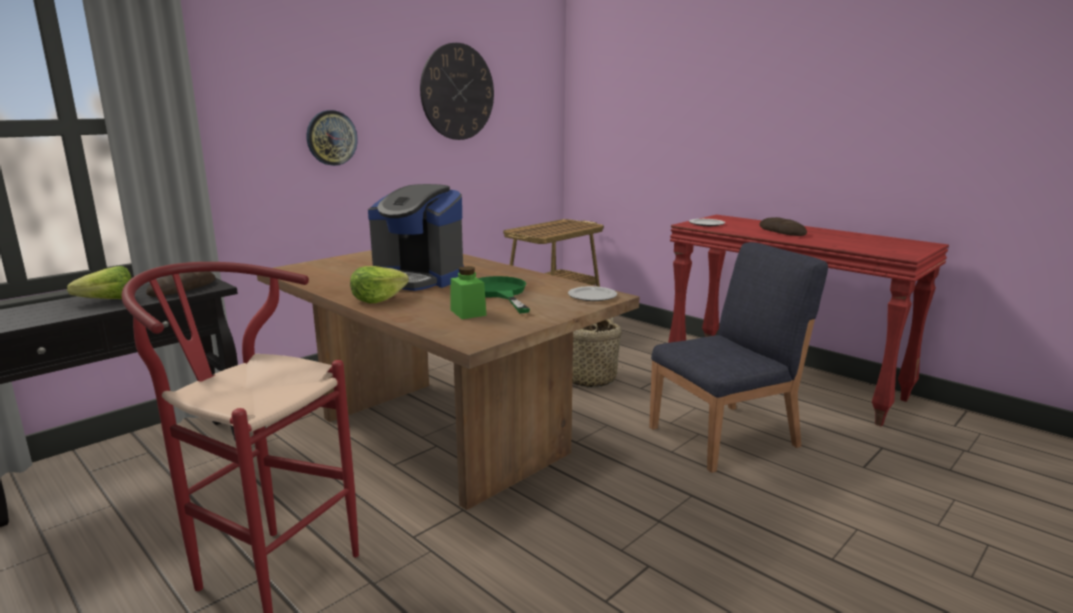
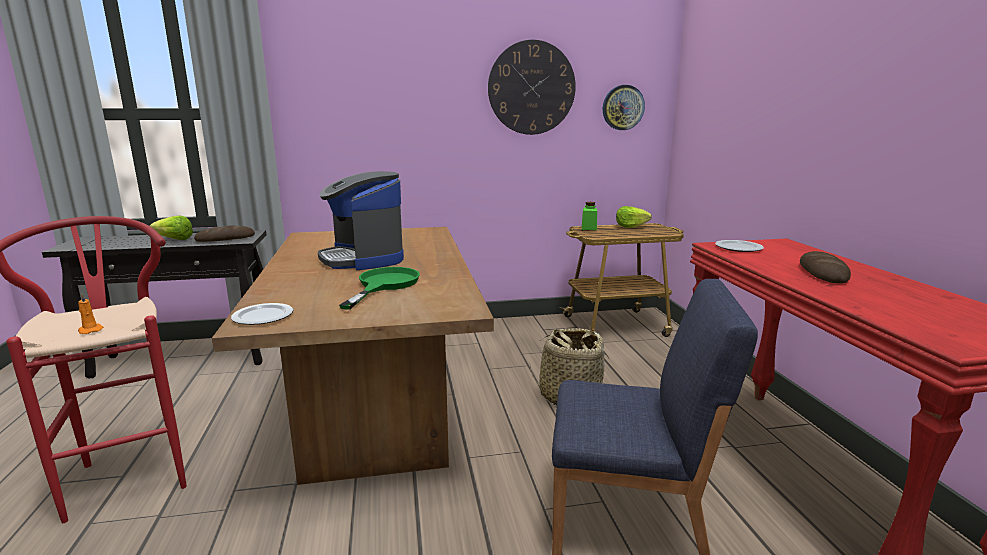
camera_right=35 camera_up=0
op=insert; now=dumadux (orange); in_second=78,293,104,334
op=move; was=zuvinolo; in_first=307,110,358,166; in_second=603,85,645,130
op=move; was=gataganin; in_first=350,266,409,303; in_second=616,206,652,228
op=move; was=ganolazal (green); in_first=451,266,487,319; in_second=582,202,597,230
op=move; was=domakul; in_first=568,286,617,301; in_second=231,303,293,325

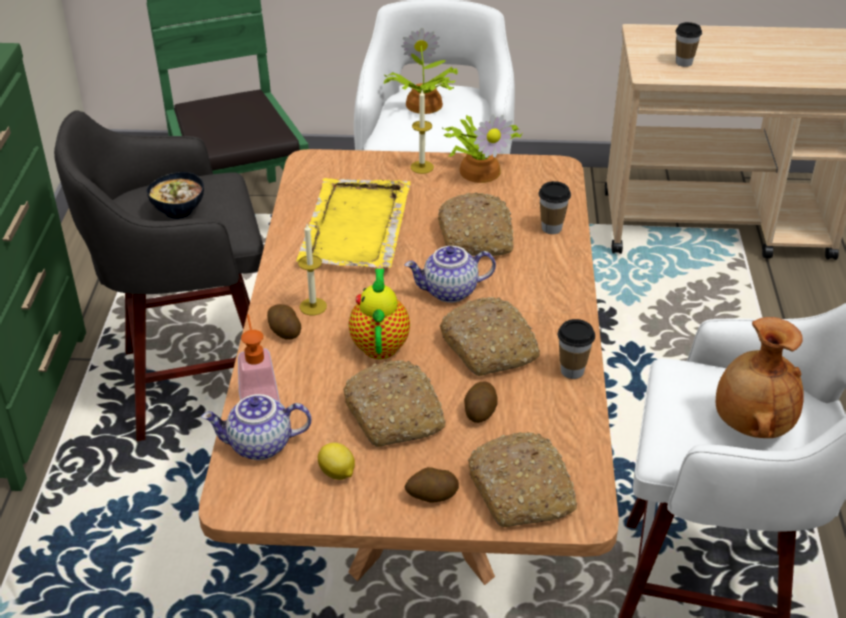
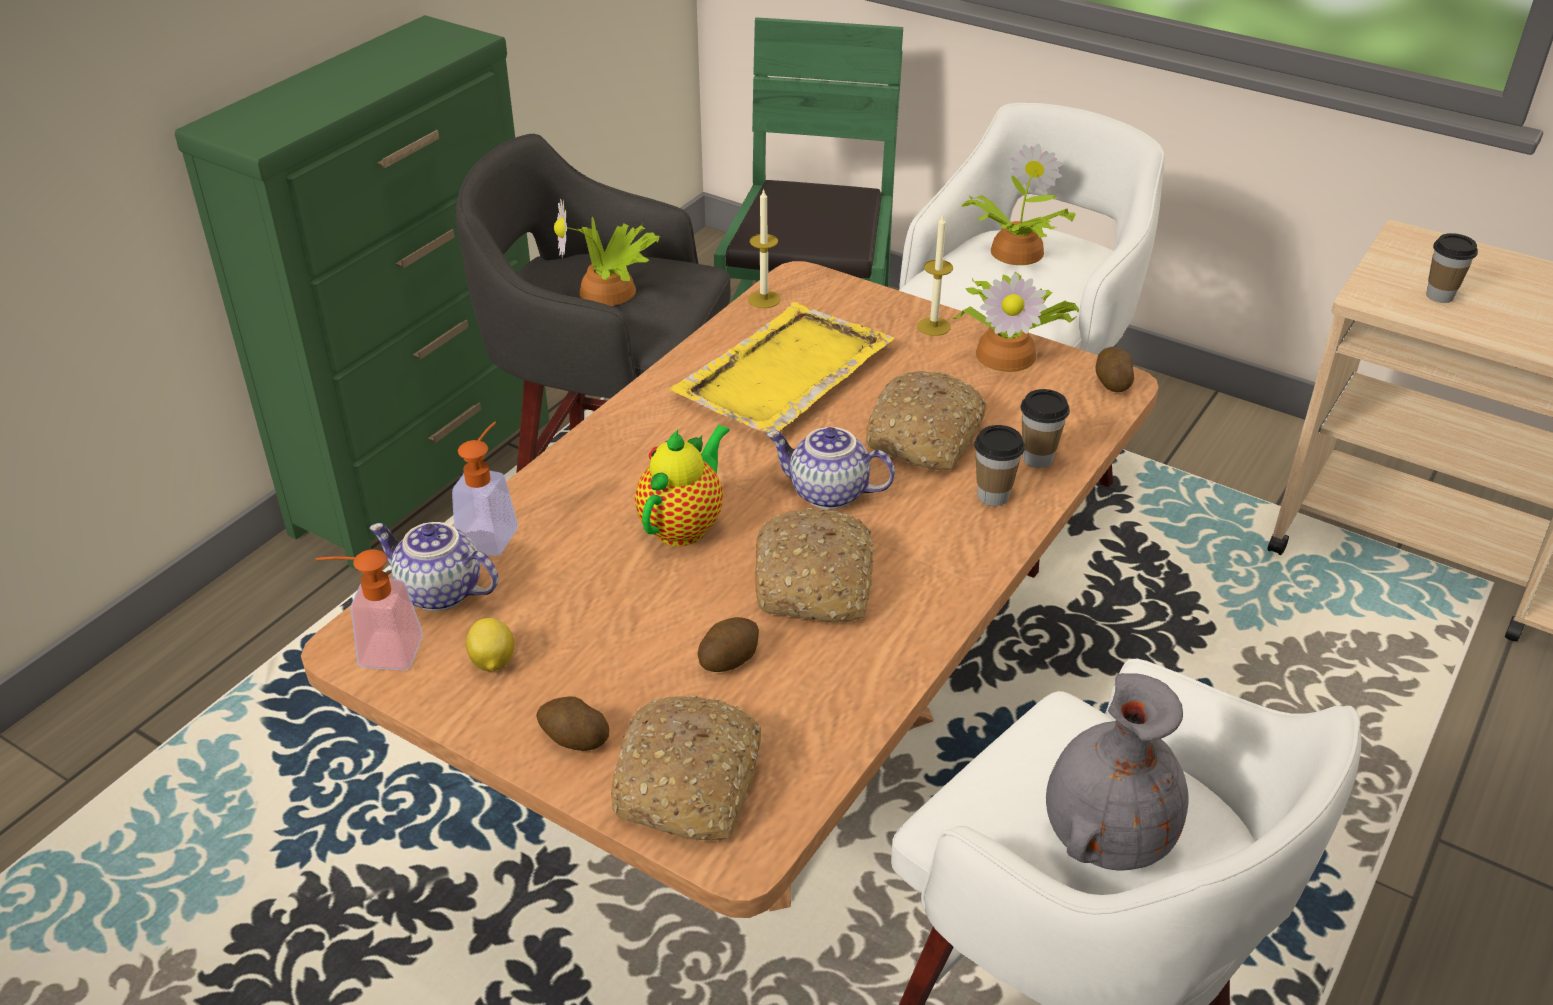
camera_right=30 camera_up=0
op=delete; was=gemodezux; in_first=343,360,446,447
op=insert; now=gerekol; in_second=316,549,423,670
op=move; was=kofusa; in_first=267,304,301,340; in_second=1096,347,1134,392
op=move; was=dumadux; in_first=298,224,327,315; in_second=748,188,781,308
op=move; was=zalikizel; in_first=558,319,595,379; in_second=974,425,1025,506
op=replace; was=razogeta; now=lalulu; in_first=147,172,204,219; in_second=554,198,660,306
op=recolor; was=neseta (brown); now=neseta (grey); in_first=716,317,804,438; in_second=1046,673,1189,870

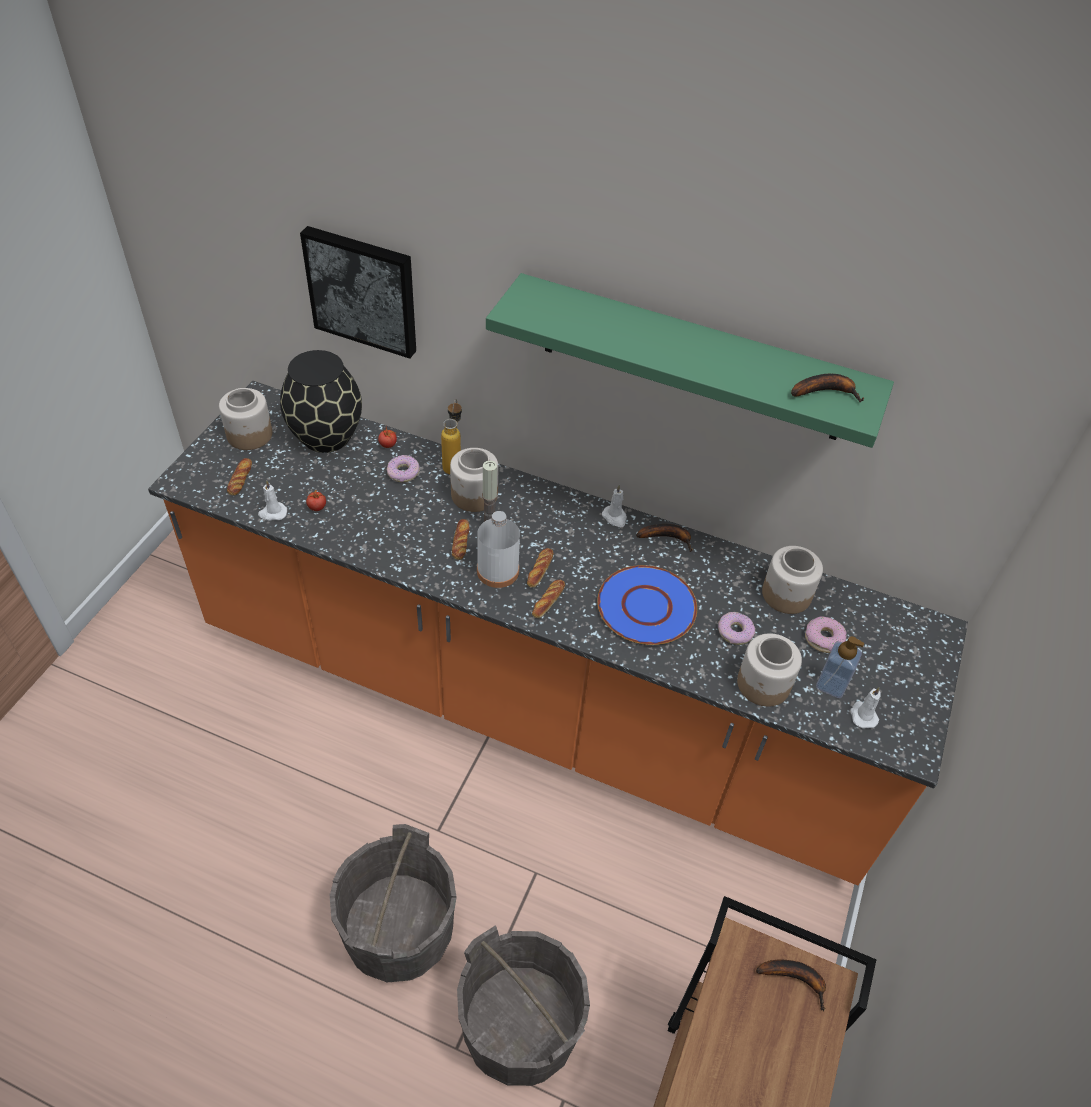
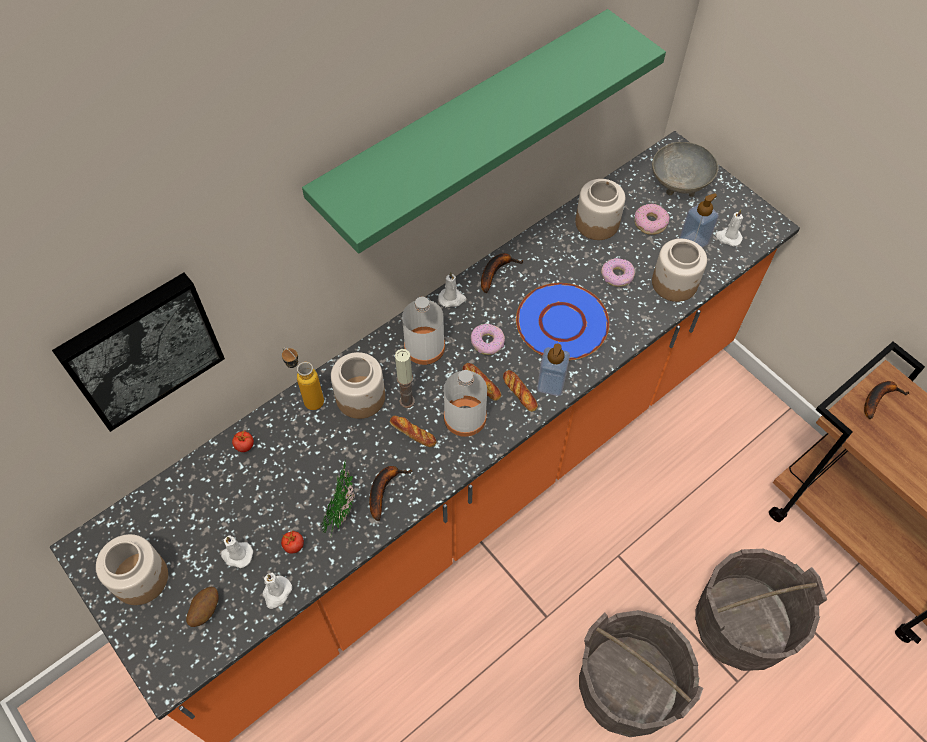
camera_right=-60 camera_up=10
op=delete; was=neseta (black); in_first=280,350,362,453
op=insert; now=dumadux (white); in_second=221,535,253,568
op=insert; now=lalulu; in_second=321,457,355,534
op=insert; now=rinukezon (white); in_second=402,297,445,365
op=insert; now=gerekol; in_second=537,343,570,396
op=insert; now=razogeta (grey); in_second=652,142,719,197
op=move; was=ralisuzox; in_first=387,455,420,482; in_second=471,324,505,355
op=move; was=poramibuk; in_first=791,374,864,402; in_second=369,466,413,521
op=replace; was=gemodezux; now=kofusa; in_first=227,458,252,495; in_second=186,587,219,627

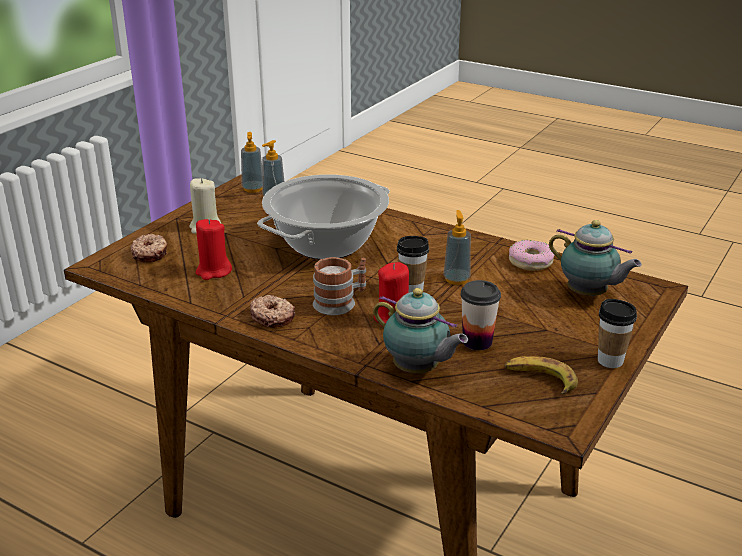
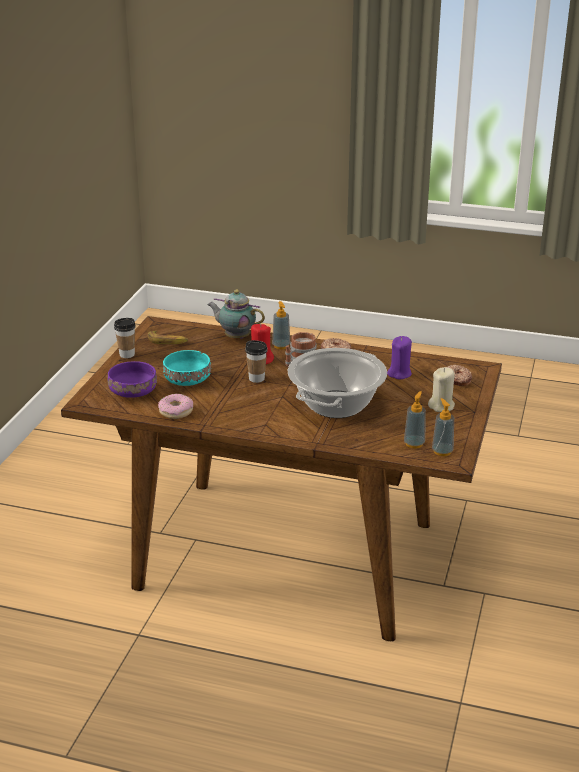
camera_right=165 camera_up=0
op=delete; was=zalikizel; in_first=460,280,501,350
op=insert; now=razogeta (turquoise); in_second=163,350,211,386
op=move; was=gerekol; in_first=443,210,471,285; in_second=272,301,290,349
op=replace; was=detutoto; now=razogeta (purple); in_first=549,220,642,296; in_second=108,361,157,398
op=recolor; was=dumadux (red); now=dumadux (purple); in_first=196,219,232,280; in_second=387,336,412,379

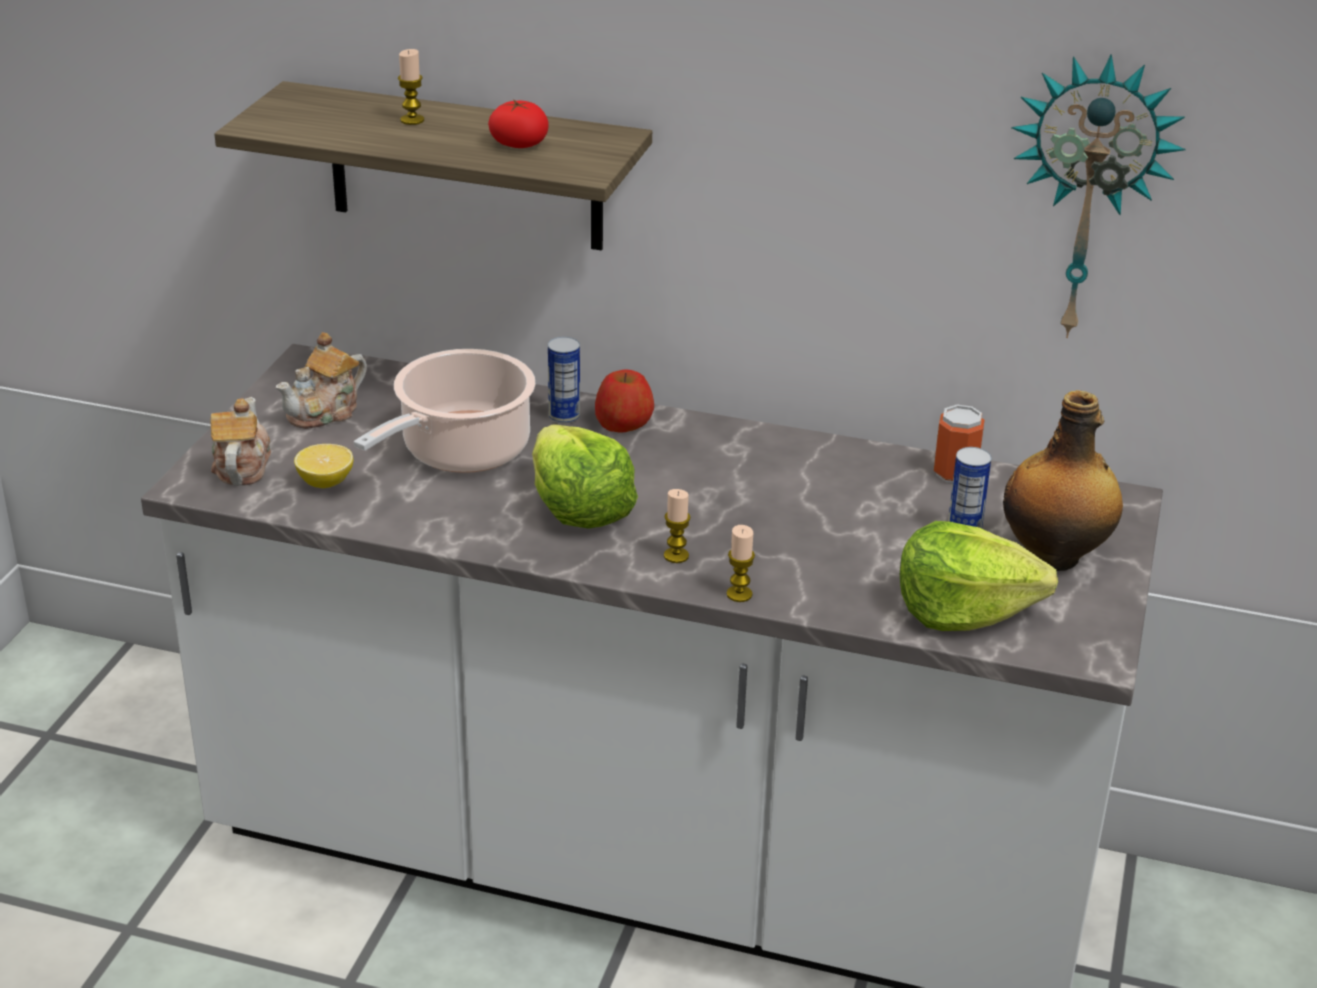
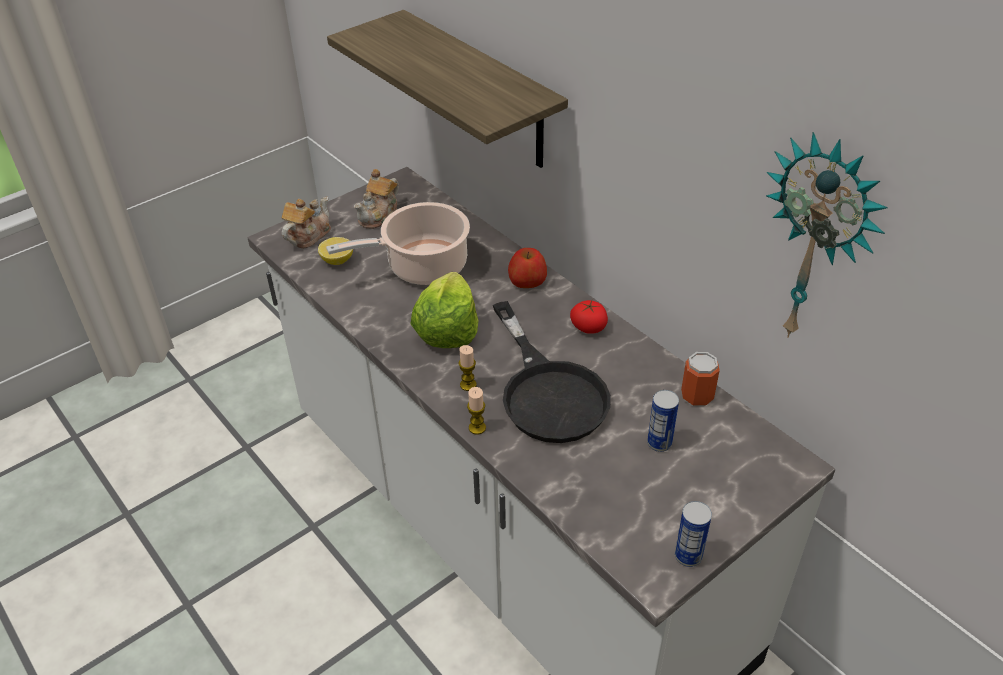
camera_right=35 camera_up=10
op=delete; was=dumadux; in_first=398,49,424,125
op=delete; was=gataganin; in_first=900,521,1058,631
op=delete; was=rinukezon; in_first=1003,390,1123,571
op=insert; now=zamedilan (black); in_second=493,301,611,443
op=move; was=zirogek; in_first=488,99,548,148; in_second=570,300,608,334
op=move; was=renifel; in_first=548,337,580,424; in_second=675,501,712,567
op=rotate; was=detutoto; in_first=276,332,367,429; in_second=354,169,399,229; clockwise=-45

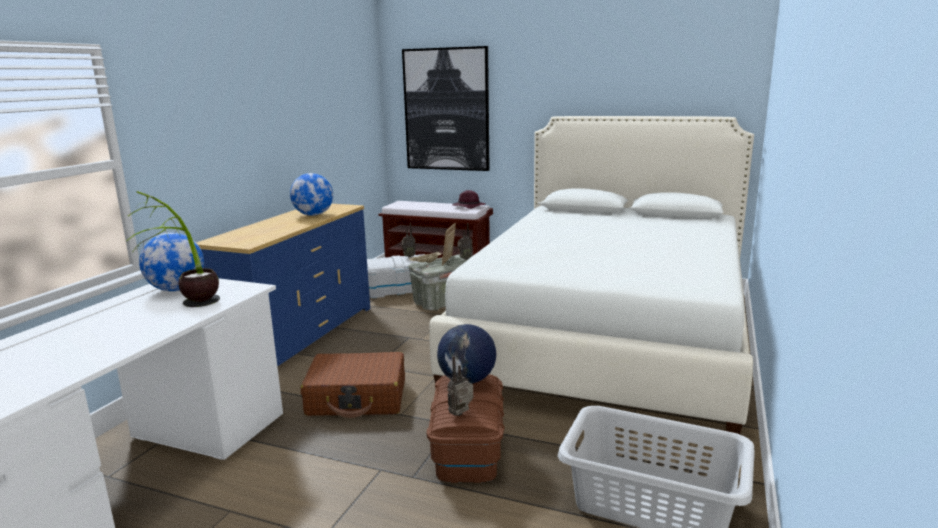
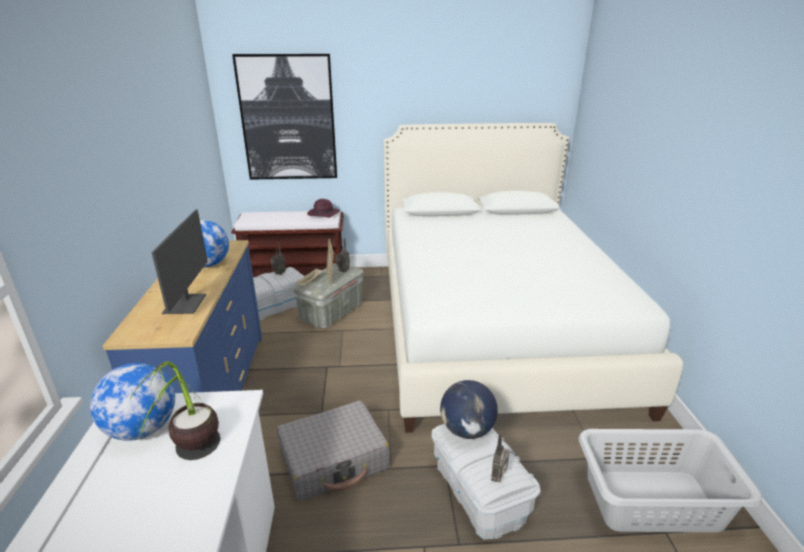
camera_right=-25 camera_up=10
op=insert; now=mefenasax; in_second=151,209,208,314
op=recolor; was=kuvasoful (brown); now=kuvasoful (grey); in_first=301,352,405,418; in_second=276,401,390,501
op=recolor; was=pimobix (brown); now=pimobix (white); in_first=427,374,505,483; in_second=432,424,541,540

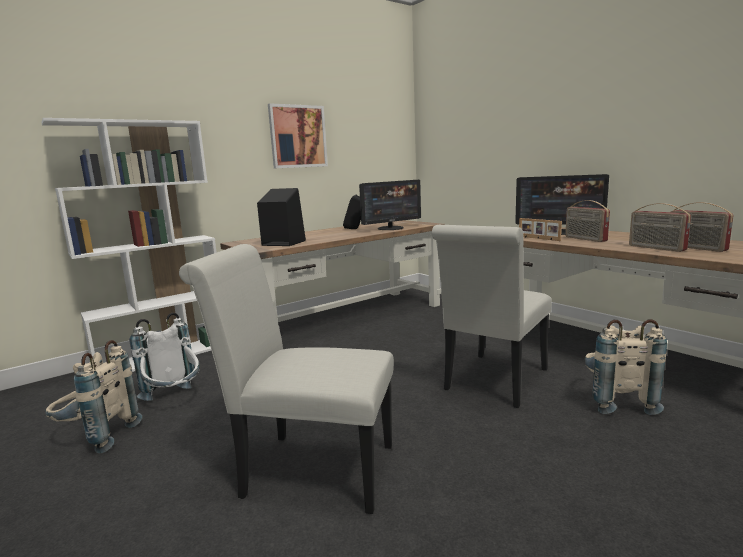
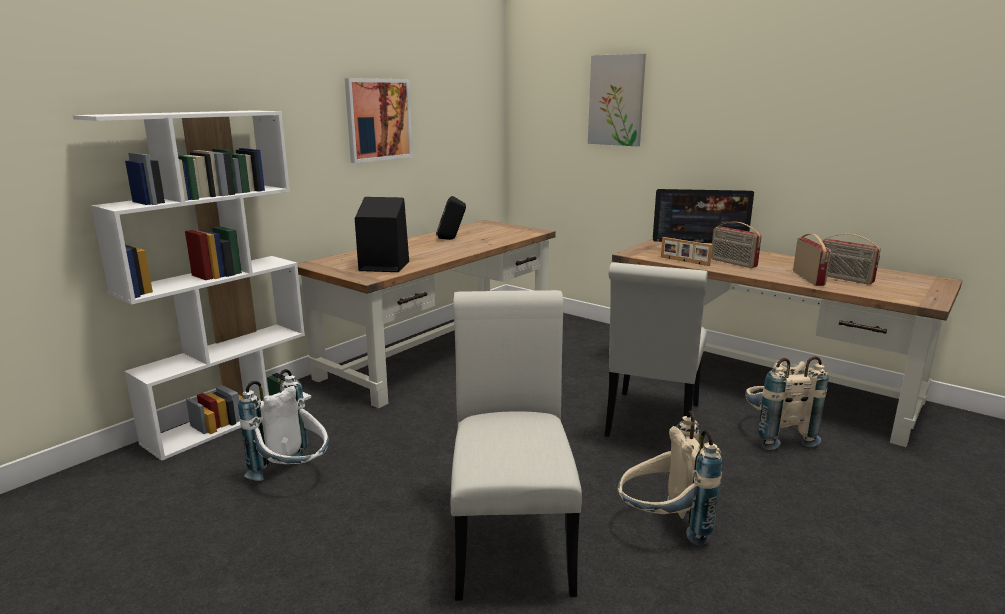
camera_right=-15 camera_up=5
op=delete; was=mefenasax; in_first=359,180,421,230
op=insert; now=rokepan; in_second=588,54,646,147
op=move; was=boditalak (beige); in_first=45,340,142,453; in_second=618,410,722,545
op=rotate; was=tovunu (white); in_first=179,244,394,514; in_second=451,290,582,601; clockwise=90
op=rotate; was=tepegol; in_first=629,203,691,252; in_second=793,234,831,286; clockwise=-135

